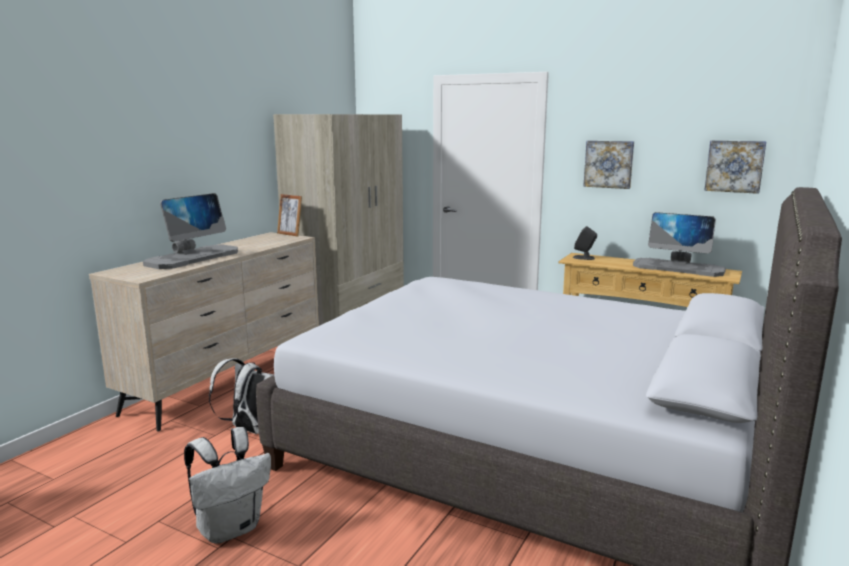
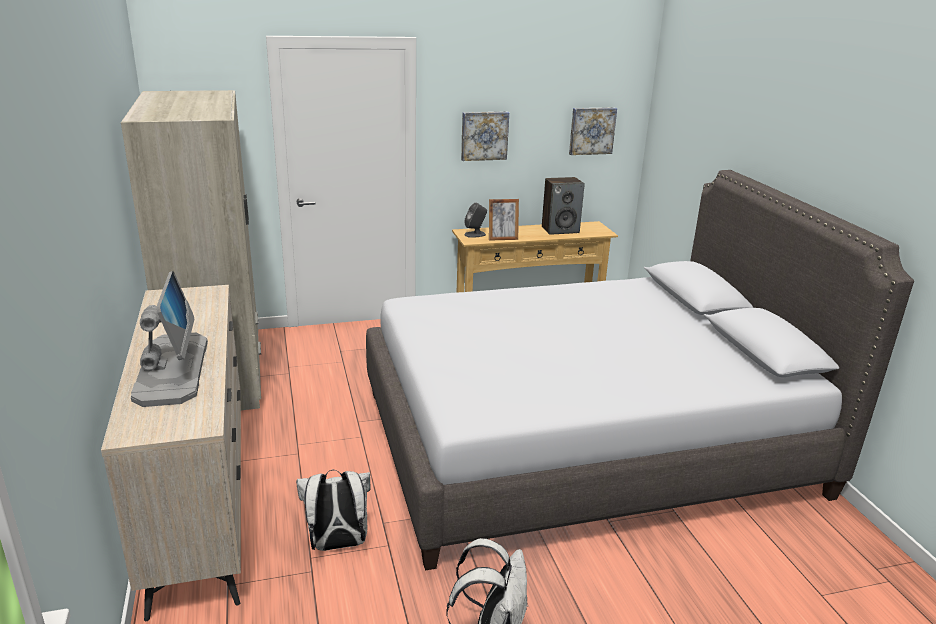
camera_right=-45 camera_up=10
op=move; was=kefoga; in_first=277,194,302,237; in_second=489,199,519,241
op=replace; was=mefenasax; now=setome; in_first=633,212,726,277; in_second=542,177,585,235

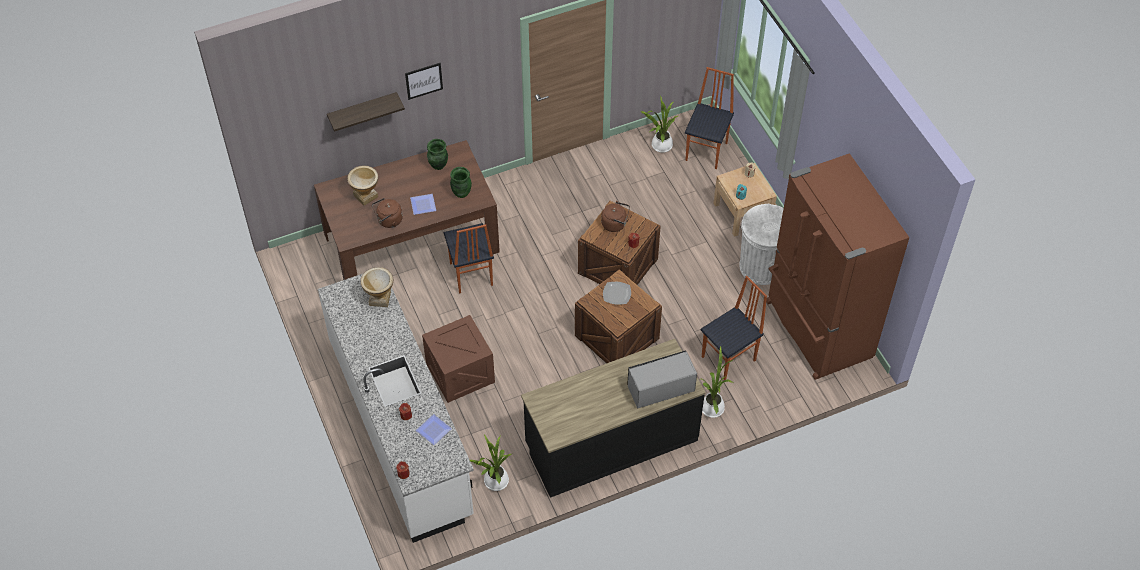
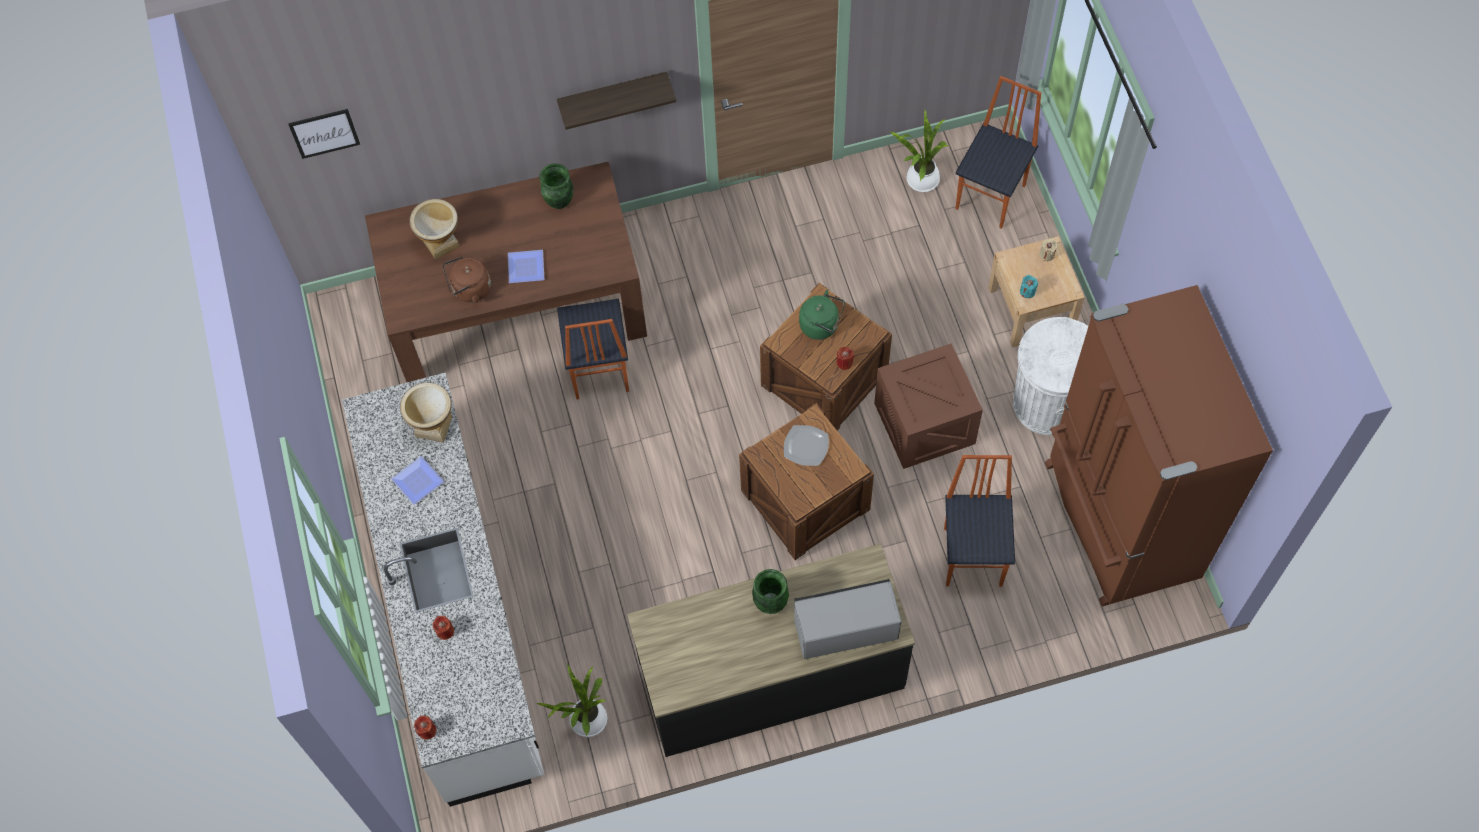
camera_right=10 camera_up=10
op=delete; was=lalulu; in_first=702,345,733,418
op=move; was=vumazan; in_first=327,92,405,132; in_second=557,72,676,130
op=move; was=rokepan; in_first=405,63,443,100; in_second=288,109,360,159
op=move; was=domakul; in_first=416,414,452,445; in_second=391,456,444,505
op=move; was=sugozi; in_first=422,315,495,403; in_second=874,343,983,469
op=move; was=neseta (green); in_first=450,167,472,198; in_second=752,569,789,614
op=recolor; was=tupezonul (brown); now=tupezonul (green); in_first=601,201,630,232; in_second=799,290,845,340
op=rotate; was=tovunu; in_first=701,276,767,380; in_second=944,455,1015,587; clockwise=-60

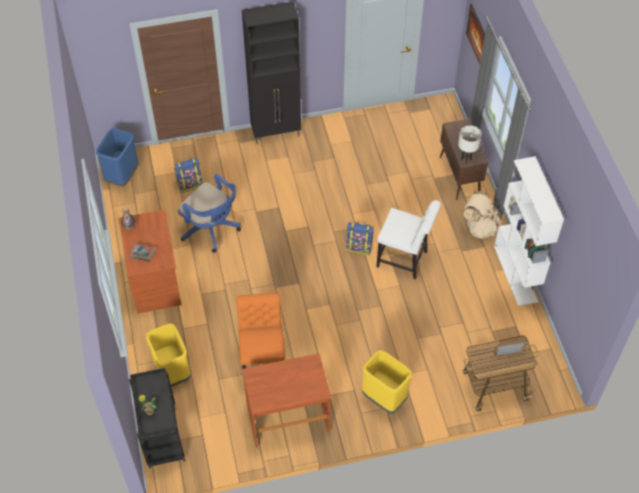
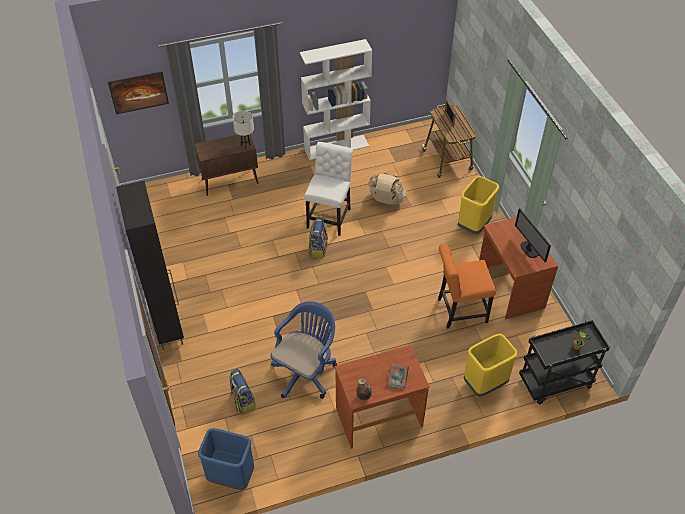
camera_right=-95 camera_up=-5
op=insert; now=mefenasax; in_second=515,208,551,262
op=move; was=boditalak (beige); in_first=464,191,503,239; in_second=368,173,407,205

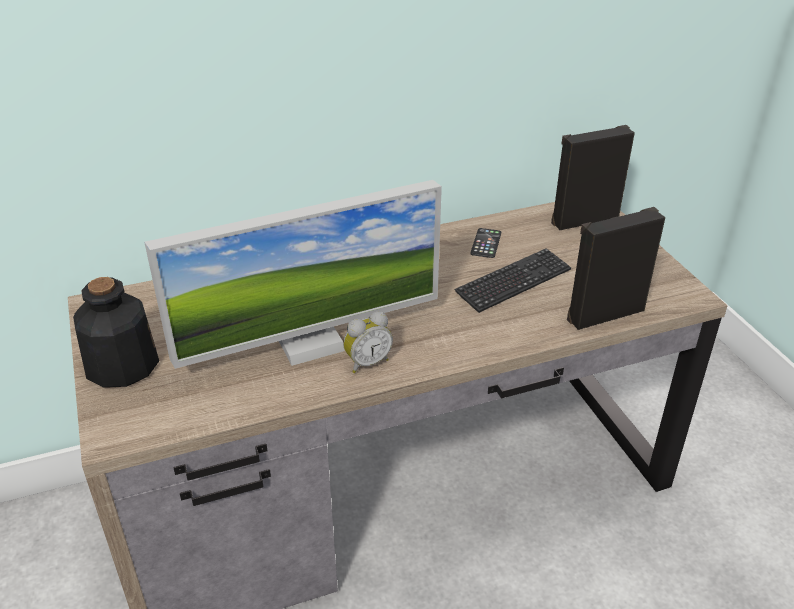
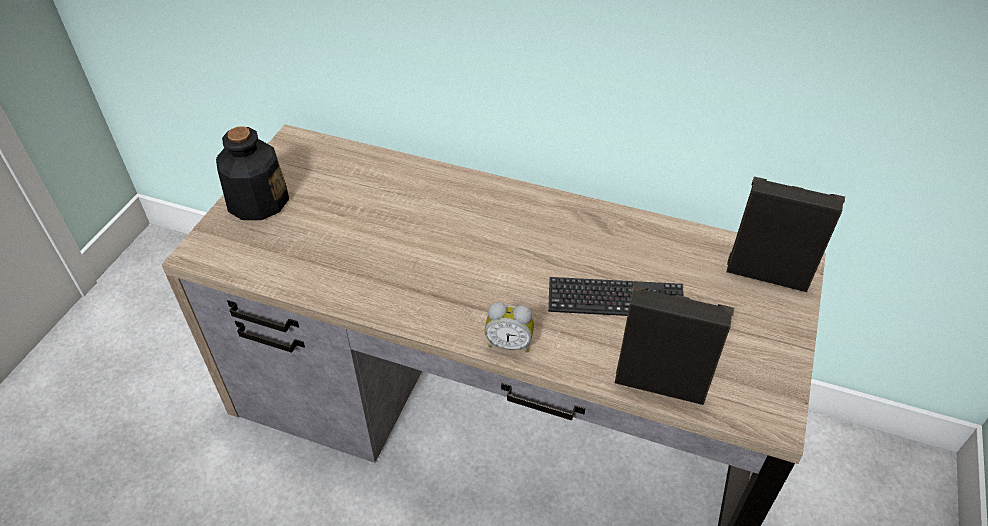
camera_right=40 camera_up=10
op=delete; was=mefenasax; in_first=144,180,442,369
op=delete; was=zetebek; in_first=471,228,501,258
op=move; was=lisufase; in_first=343,311,393,373; in_second=485,302,534,352

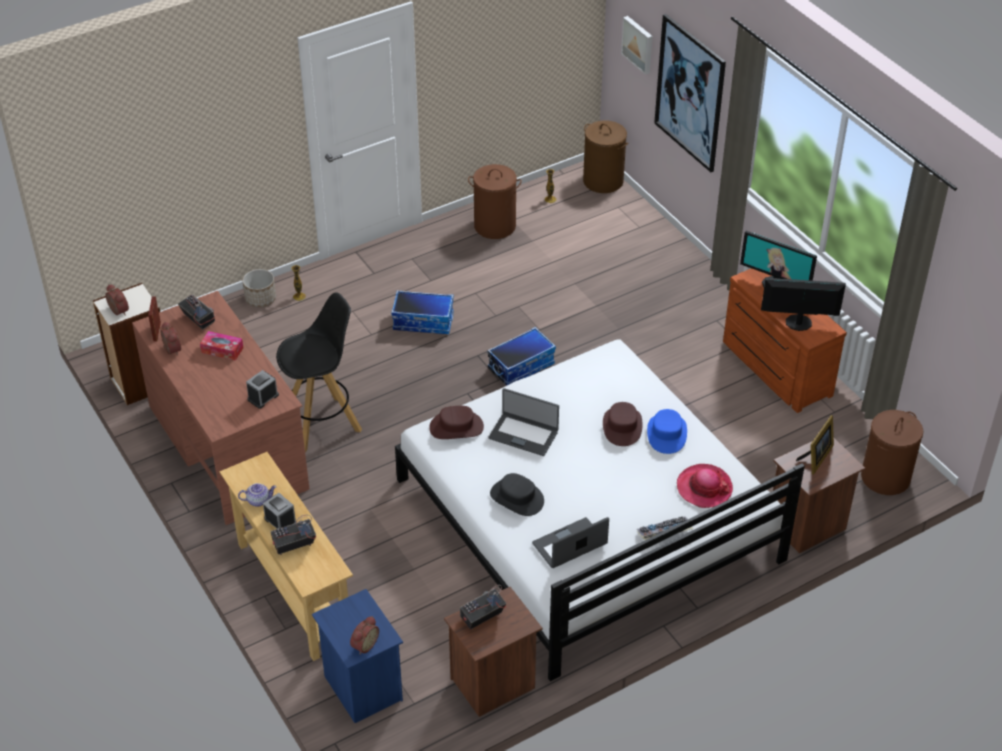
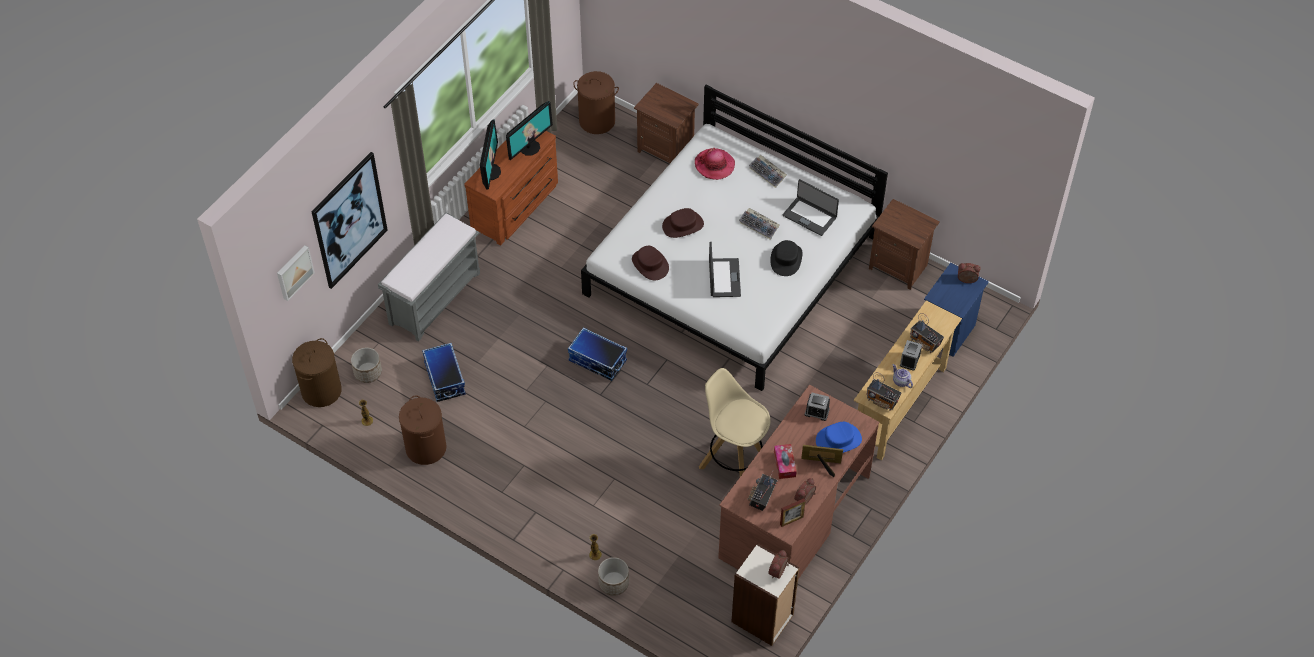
camera_right=-115 camera_up=10
op=insert; now=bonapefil; in_second=351,348,382,383
op=insert; now=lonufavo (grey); in_second=378,212,480,342
op=insert; now=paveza; in_second=739,208,780,240
op=move; was=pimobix; in_first=391,290,454,334; in_second=422,343,466,402
op=move; was=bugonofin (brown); in_first=429,406,484,439; in_second=632,246,669,280
op=move; was=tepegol; in_first=460,585,506,630; in_second=866,372,902,411
op=move; was=bugonofin (blue); in_first=647,409,687,454; in_second=816,422,862,453
op=move; was=kefoga; in_first=796,415,834,475; in_second=801,445,843,477
op=recolor; was=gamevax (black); now=gamevax (beige); in_first=276,292,362,453; in_second=699,368,770,476
op=rotate; was=mefenasax; in_first=761,278,846,331; in_second=506,101,553,160; clockwise=-120

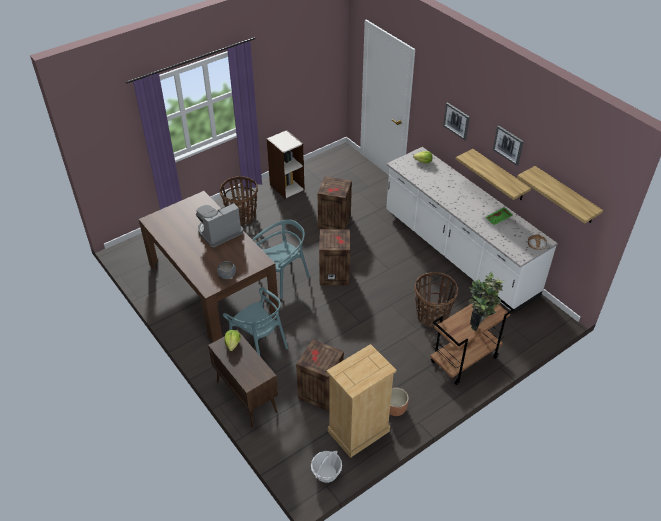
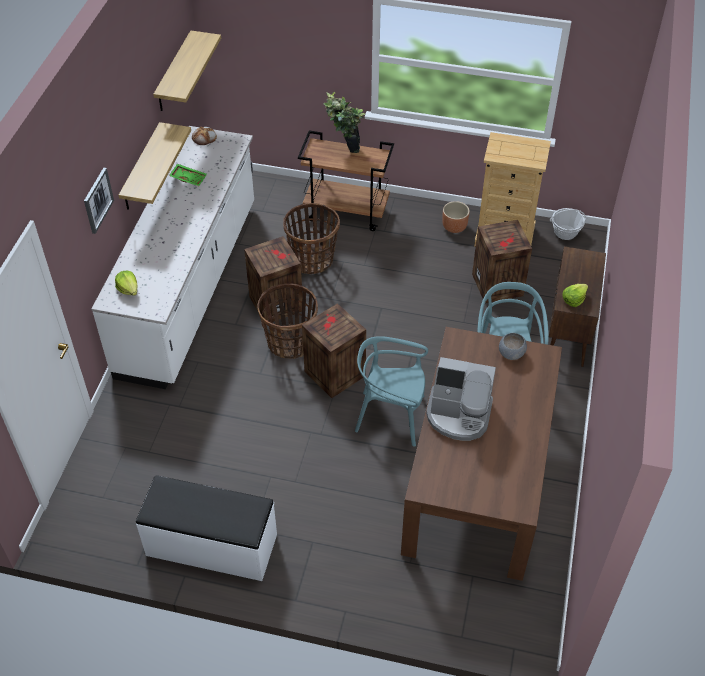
camera_right=-130 camera_up=5
op=delete; was=rokepan; in_first=493,125,524,166
op=move; was=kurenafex; in_first=220,176,258,225; in_second=257,283,318,359
op=move; was=sugozi; in_first=318,176,352,229; in_second=244,236,302,322
op=replace; was=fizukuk; now=lonufavo (white); in_first=266,130,305,199; in_second=136,475,277,581

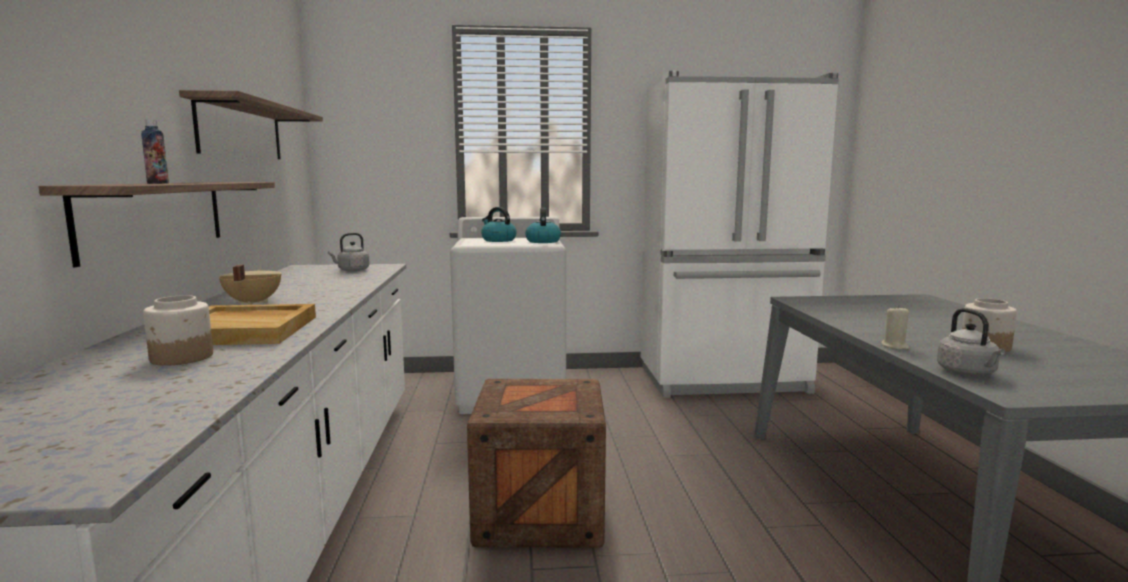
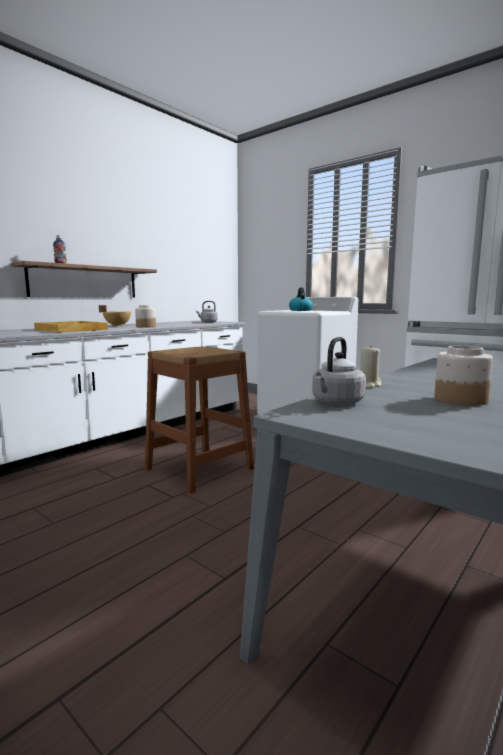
camera_right=45 camera_up=0
op=delete; was=vumazan; in_first=179,90,323,159
op=delete; was=tupezonul; in_first=525,208,561,243
op=move; was=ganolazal; in_first=143,295,213,366; in_second=135,305,156,328
op=replace; was=sugozi; now=gamevax (brown); in_first=467,379,606,548; in_second=145,346,254,494

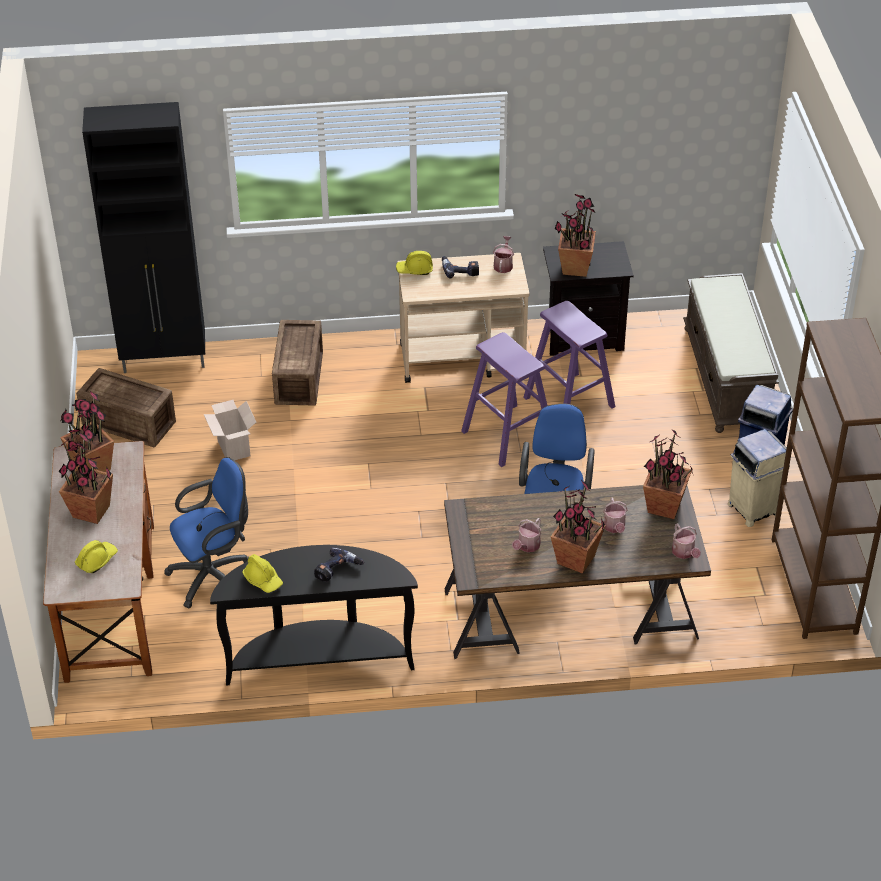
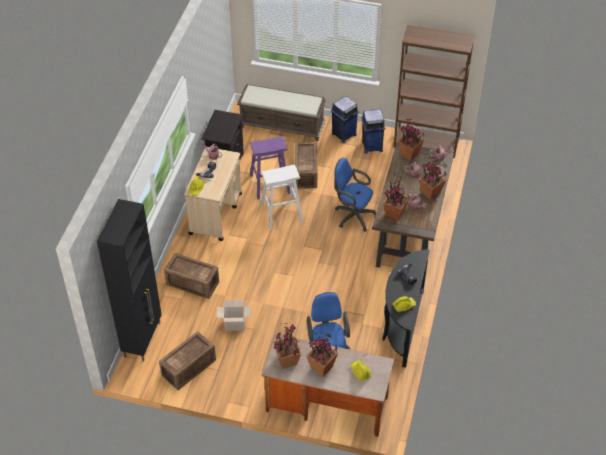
camera_right=-70 camera_up=5
op=insert; now=sugozi; in_second=295,142,317,188
op=move; was=lalulu; in_first=555,194,596,277; in_second=383,175,410,221
op=recolor; was=gamevax (purple); now=gamevax (white); in_first=461,332,547,467; in_second=260,165,303,230
op=recolor; was=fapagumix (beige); now=fapagumix (blue); in_first=728,429,790,527; in_second=362,109,385,154

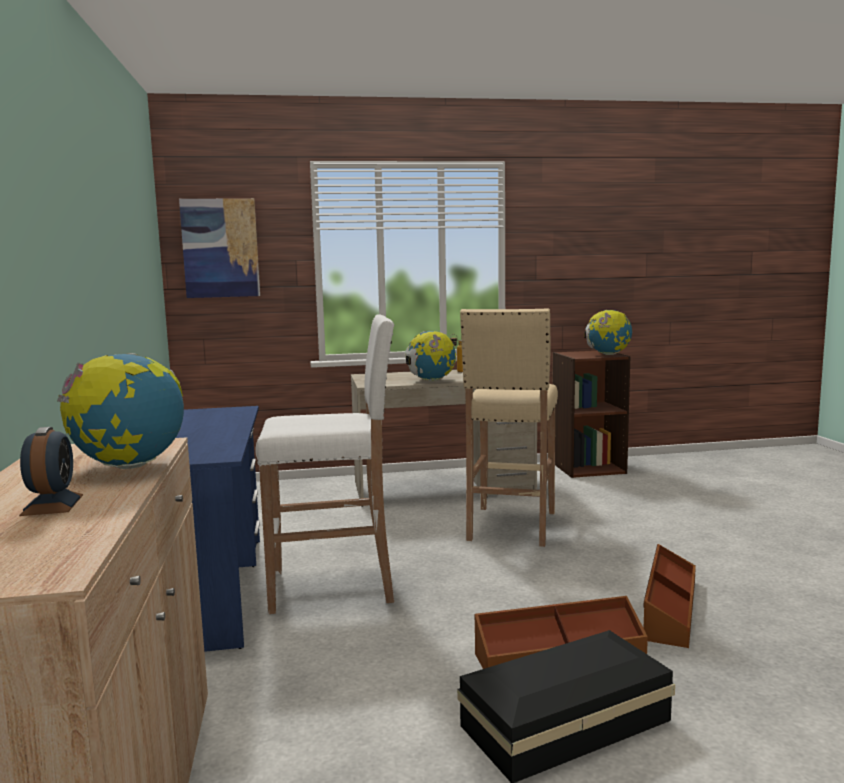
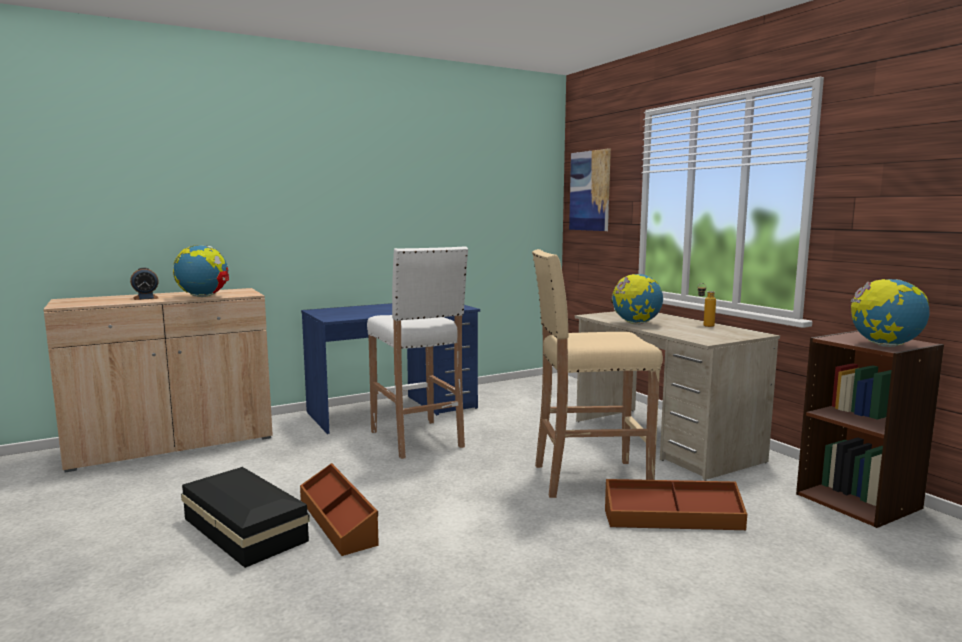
camera_right=70 camera_up=0
op=move; was=pimobix (brown); in_first=643,544,696,648; in_second=605,479,747,530

